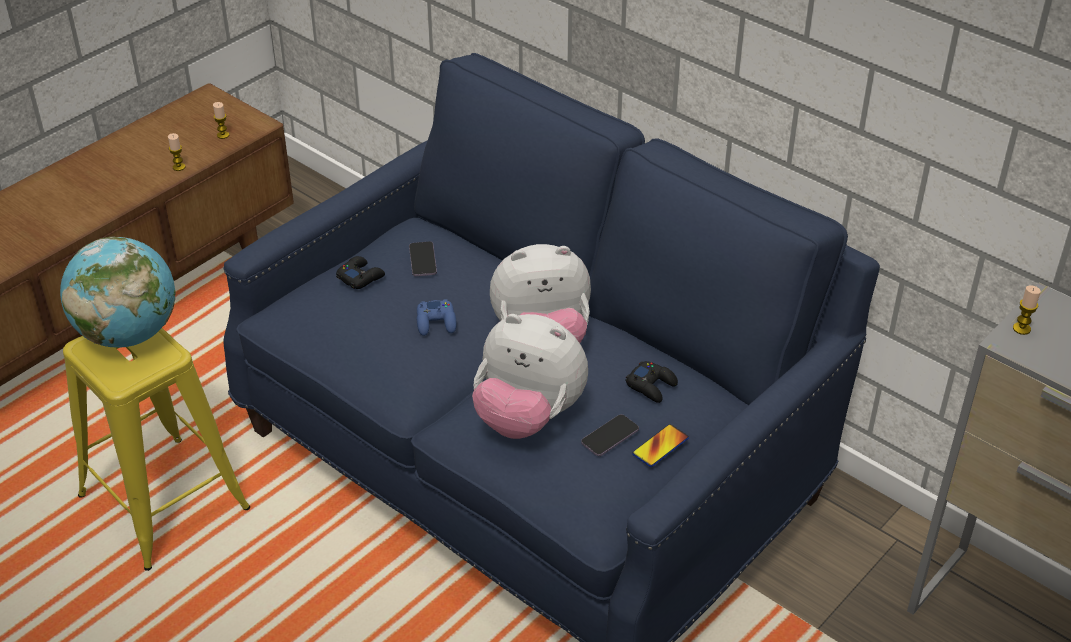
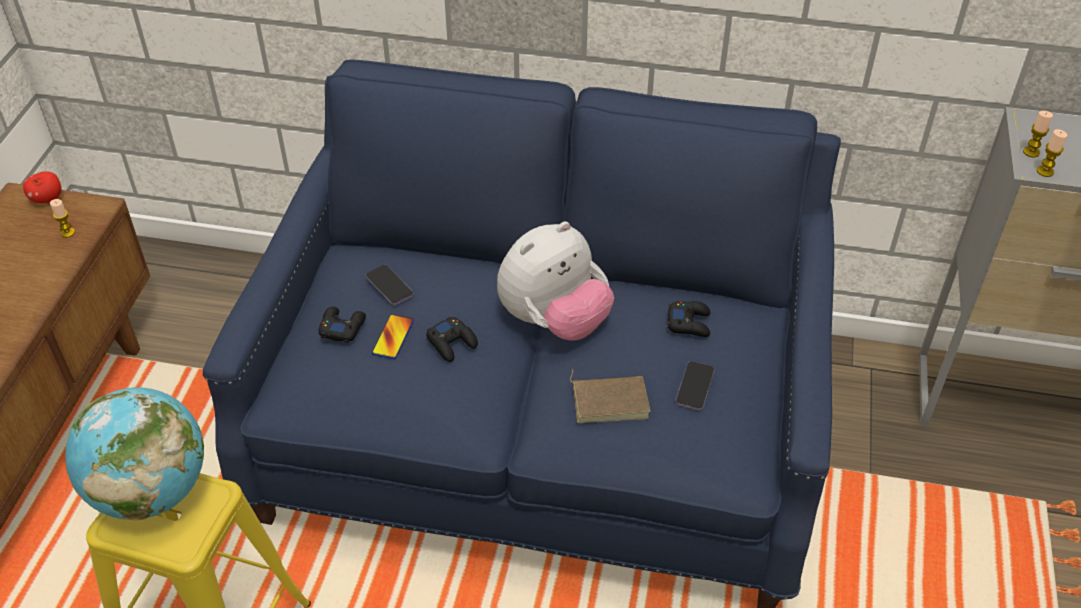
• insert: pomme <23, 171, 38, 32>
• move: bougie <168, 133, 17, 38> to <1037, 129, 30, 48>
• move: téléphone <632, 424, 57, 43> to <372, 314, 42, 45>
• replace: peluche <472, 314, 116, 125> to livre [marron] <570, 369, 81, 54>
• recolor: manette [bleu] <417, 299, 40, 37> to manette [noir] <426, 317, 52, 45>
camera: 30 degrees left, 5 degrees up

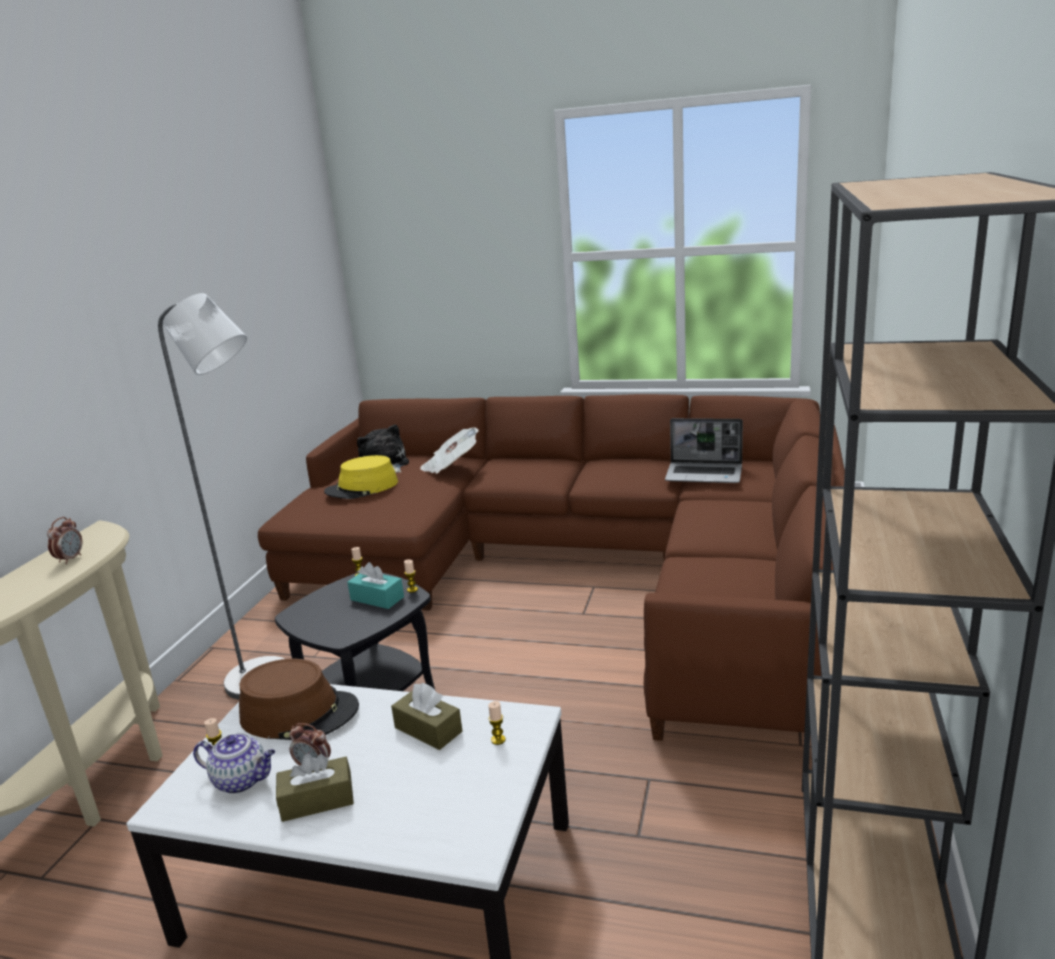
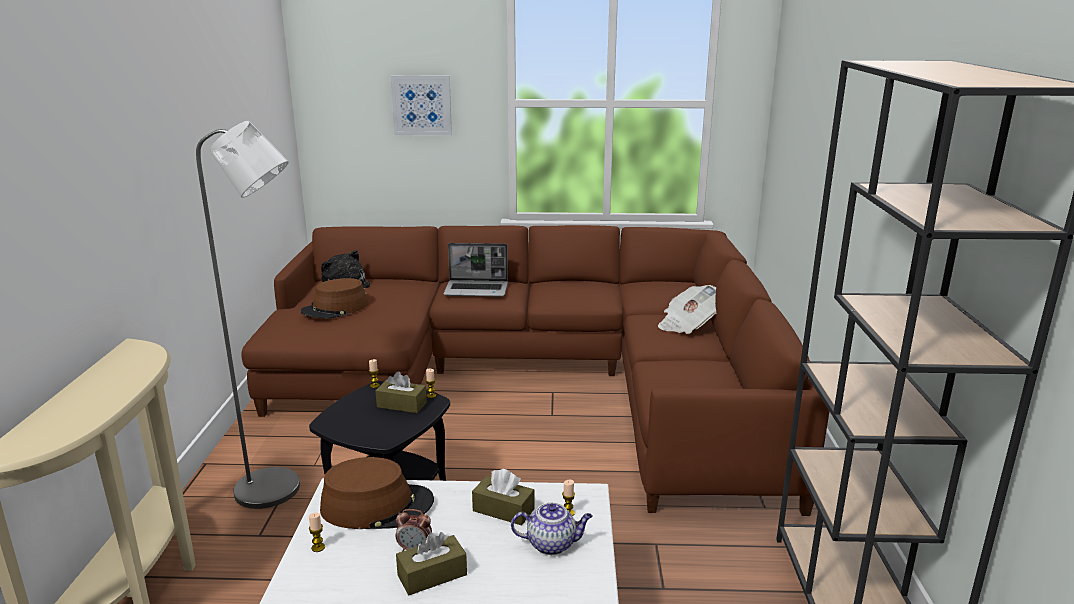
• delete: réveil <47, 517, 35, 47>
• insert: tableau <391, 75, 61, 60>
• move: théière <193, 733, 82, 61> to <511, 503, 82, 52>
• move: journal <420, 427, 59, 47> to <658, 285, 58, 49>
• move: ordinateur portable <665, 418, 78, 65> to <443, 243, 65, 54>
• recolor: chapeau [jaune] <324, 455, 74, 44> to chapeau [marron] <300, 278, 68, 41>
• recolor: boîte à mouchoirs [turquoise] <347, 562, 57, 47> to boîte à mouchoirs [marron] <375, 372, 52, 41>
camera: 15 degrees left, 0 degrees up

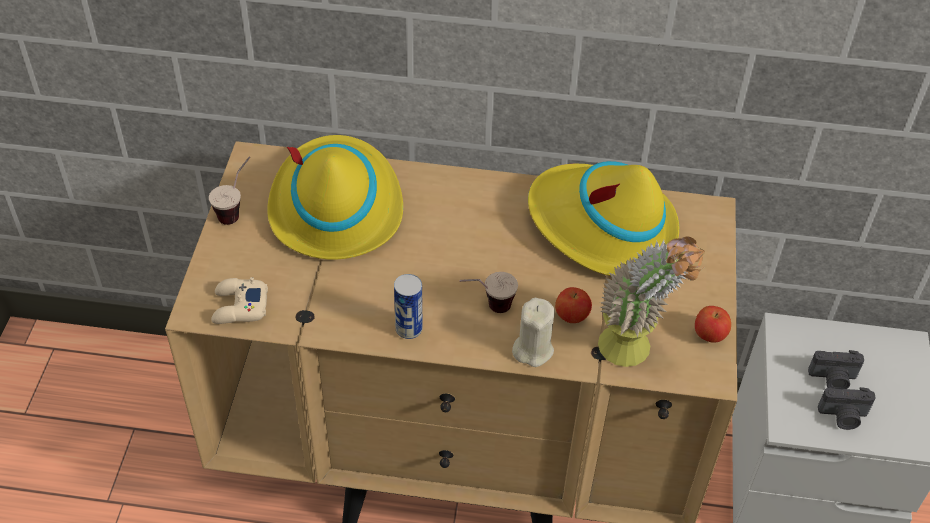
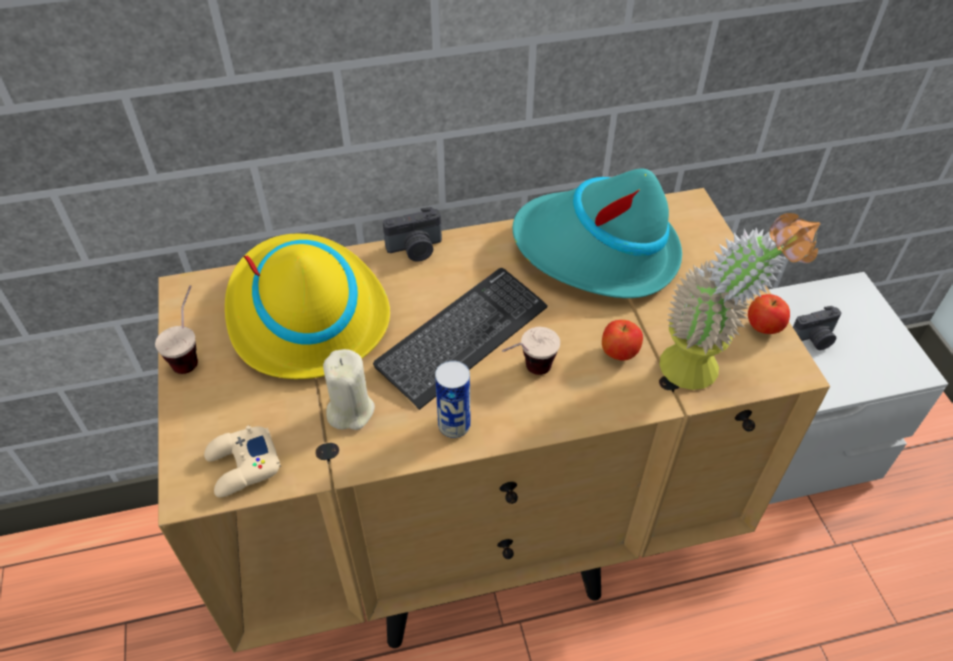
• insert: clavier <373, 268, 175, 142>
• move: bougie [beige] <512, 298, 43, 69> to <323, 349, 52, 81>
• move: appareil photo <818, 387, 58, 43> to <383, 207, 59, 55>
• recolor: chapeau [jaune] <528, 161, 151, 115> to chapeau [turquoise] <512, 169, 170, 129>
camera: 20 degrees left, 0 degrees up

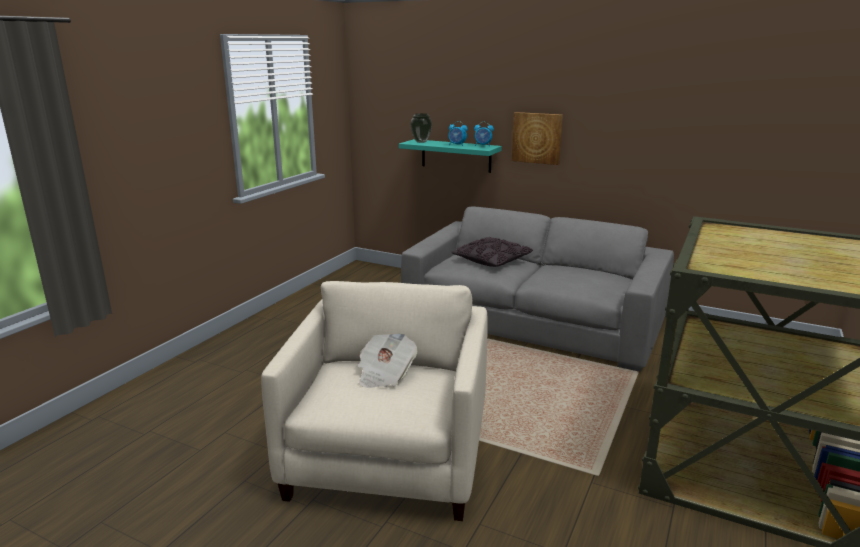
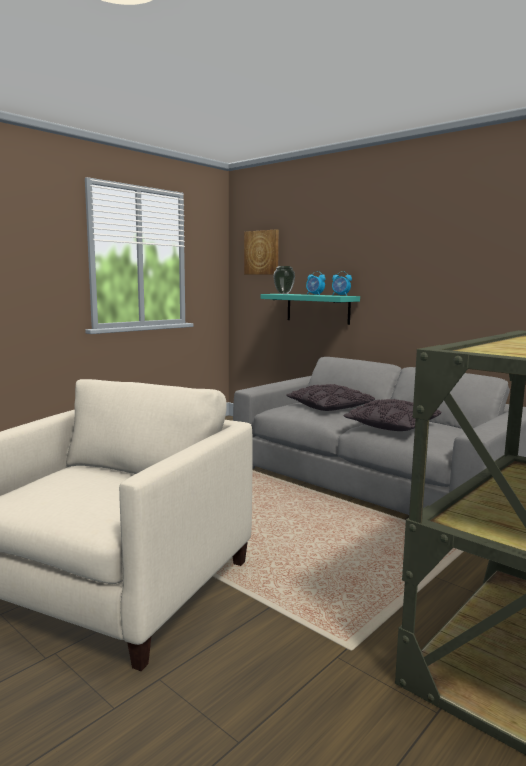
• delete: journal <358, 334, 59, 54>
• insert: coussin [noir] <343, 399, 99, 32>
• move: tableau <512, 112, 51, 53> to <244, 229, 35, 46>
camera: 15 degrees right, 10 degrees down

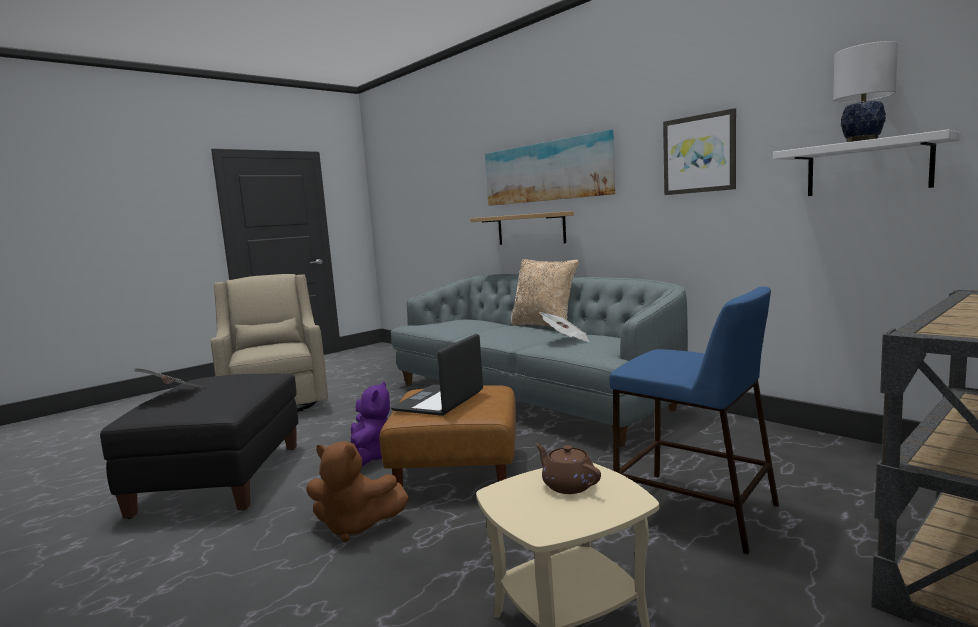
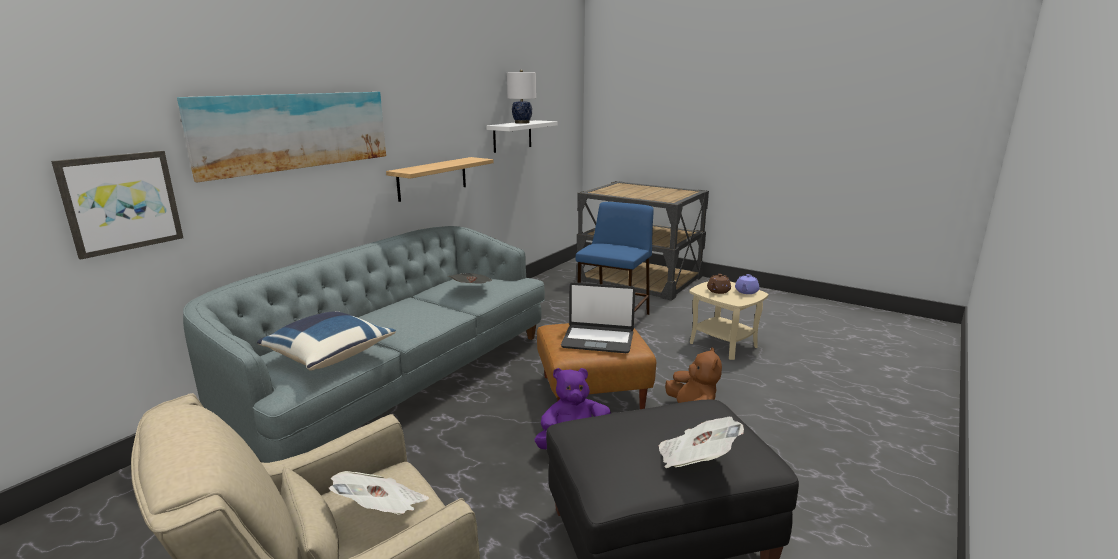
• delete: coussin [beige] <511, 259, 68, 68>
• insert: coussin [bleu] <257, 311, 139, 60>
• insert: journal <328, 471, 101, 44>
• insert: théière [violet] <735, 274, 24, 20>
• move: étagère <470, 211, 104, 34> to <386, 157, 108, 45>
• move: tableau <663, 108, 73, 87> to <51, 151, 132, 109>
camera: 105 degrees left, 10 degrees up

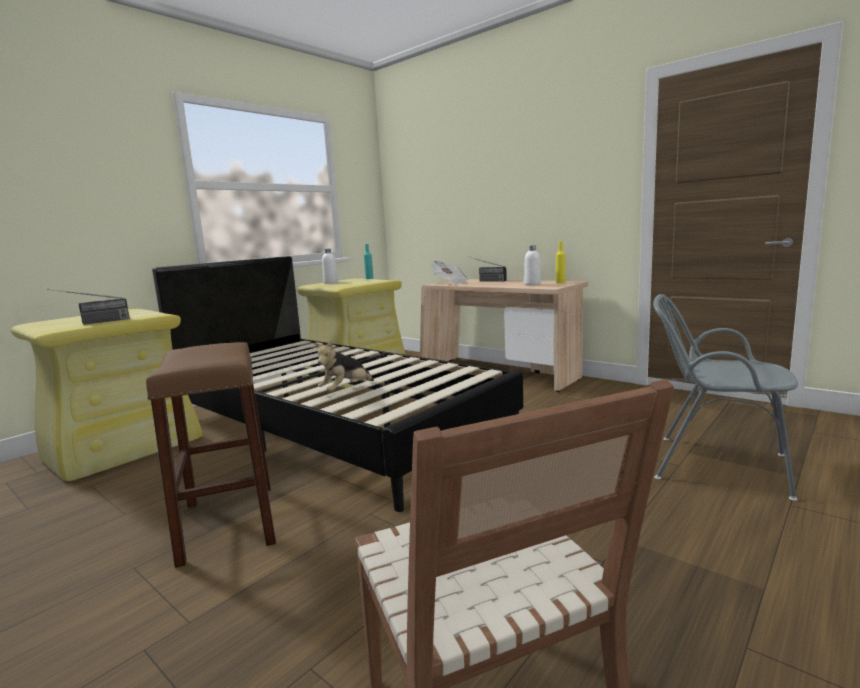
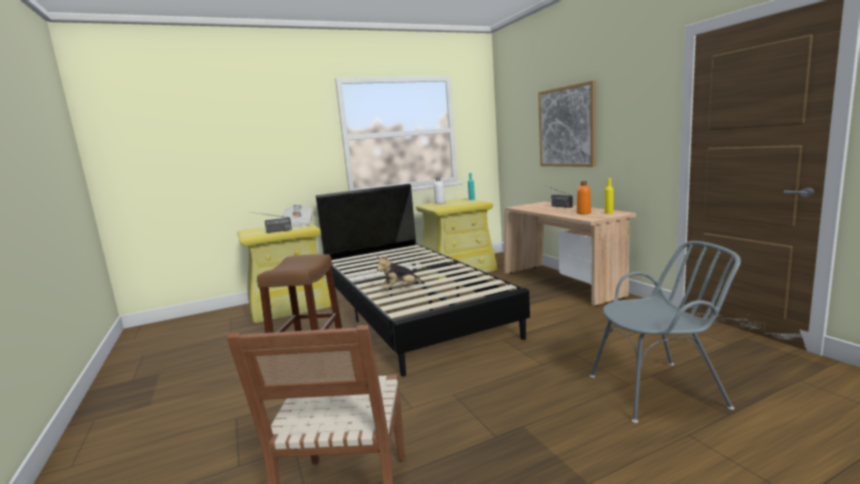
• insert: tableau <538, 80, 58, 87>
• move: journal <429, 261, 40, 23> to <282, 205, 32, 23>
• recolor: bouteille [blanc] <524, 245, 17, 40> to bouteille [orange] <577, 181, 14, 33>
• rotate: chaise [gris] <653, 294, 145, 207> = <590, 241, 151, 182> 120 degrees clockwise
camera: 25 degrees right, 0 degrees up

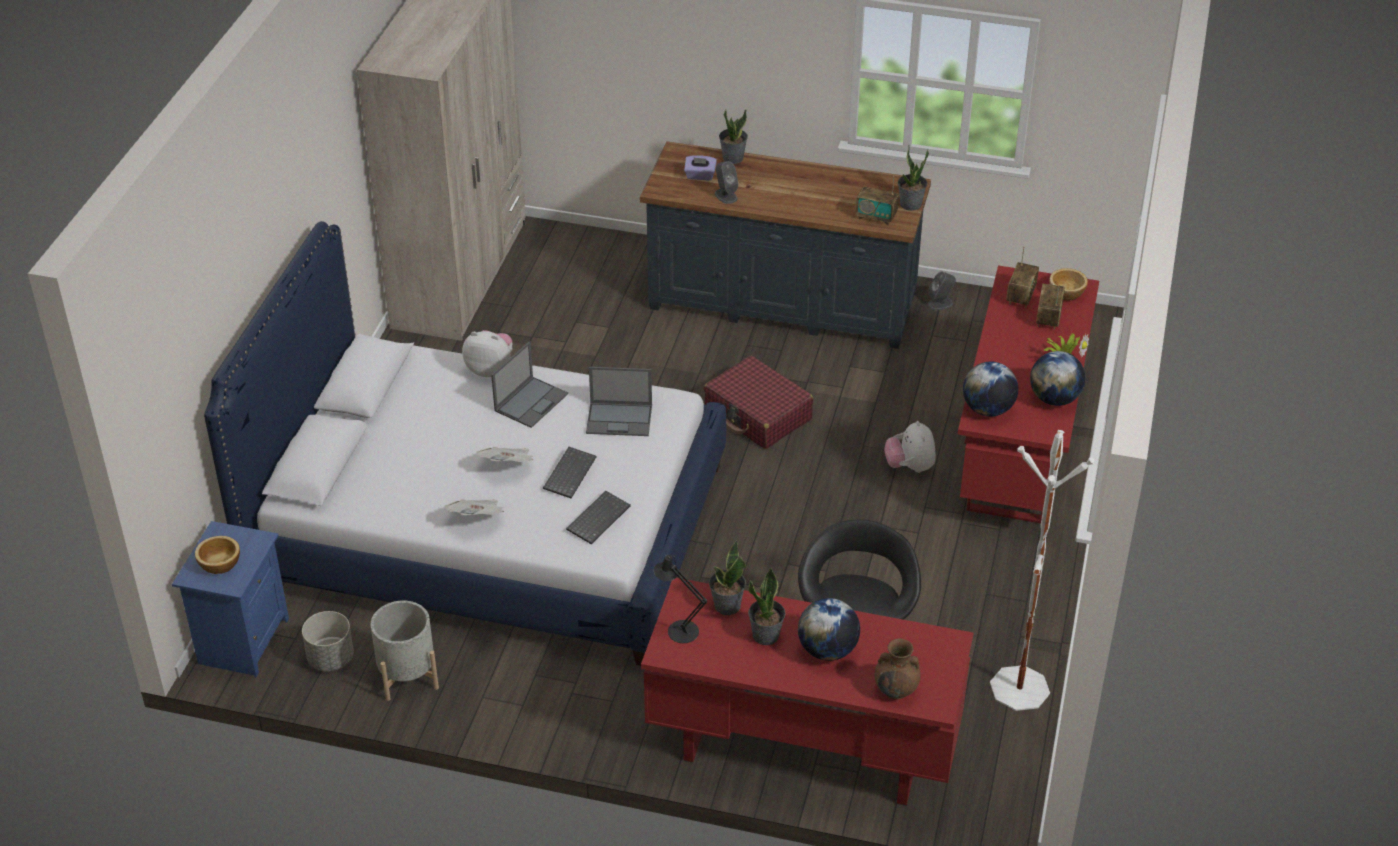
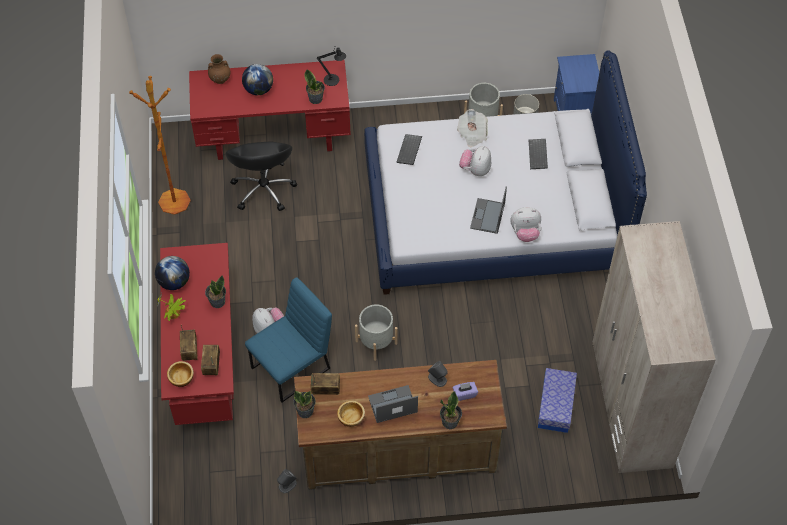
• delete: globe <963, 362, 55, 54>
• insert: chaise [bleu] <245, 277, 87, 126>
• insert: boîte de rangement <538, 368, 39, 65>
• move: bol <195, 536, 45, 38> to <337, 400, 28, 27>
• move: clavier <543, 447, 53, 51> to <529, 139, 19, 30>
• move: ordinateur portable <586, 367, 66, 69> to <368, 385, 50, 38>
• move: plante en pot <748, 567, 38, 78> to <205, 275, 21, 33>
• replace: journal <477, 447, 56, 15> to peluche <459, 146, 32, 30>
• replace: valise [rouge] <704, 356, 109, 93> to cache-pot [gris] <355, 304, 43, 57>
• recolor: portant [blanc] <990, 430, 105, 281> to portant [orange] <129, 76, 62, 139>
camera: 160 degrees right, 15 degrees up

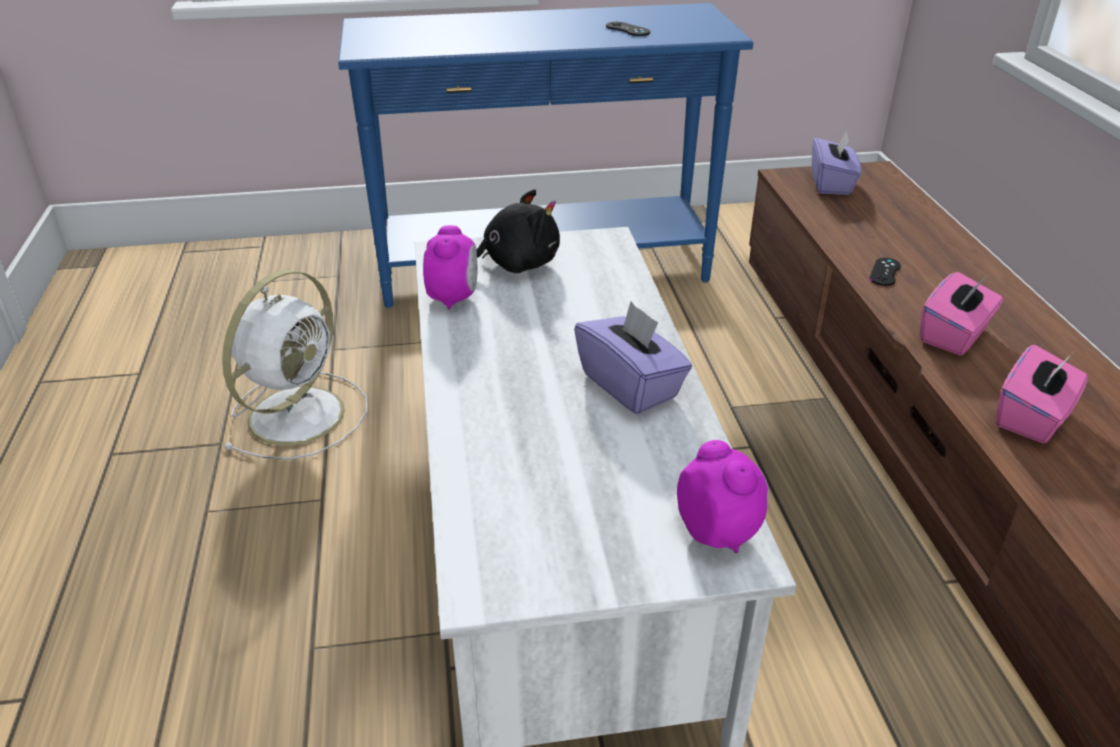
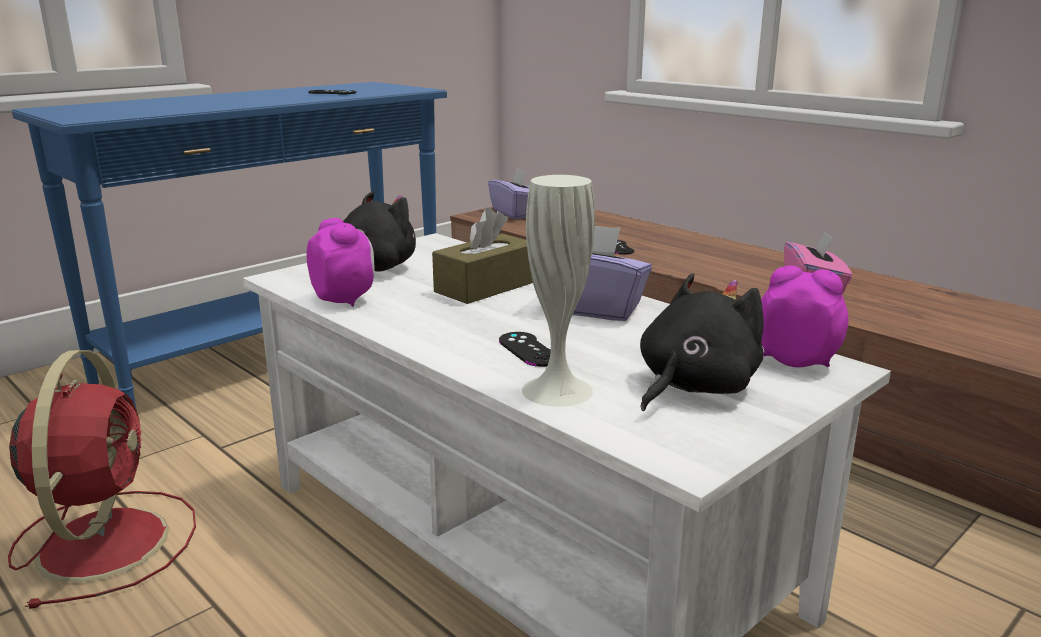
• delete: boîte à mouchoirs [rose] <921, 272, 82, 83>
• insert: boîte à mouchoirs [marron] <432, 207, 101, 97>
• insert: manette [noir] <499, 332, 52, 35>
• insert: vase [blanc] <522, 175, 73, 232>
• insert: peluche [noir] <640, 273, 124, 138>
• recolor: ventilateur [blanc] <222, 270, 145, 190> to ventilateur [rouge] <8, 350, 188, 259>
camera: 35 degrees left, 15 degrees down

